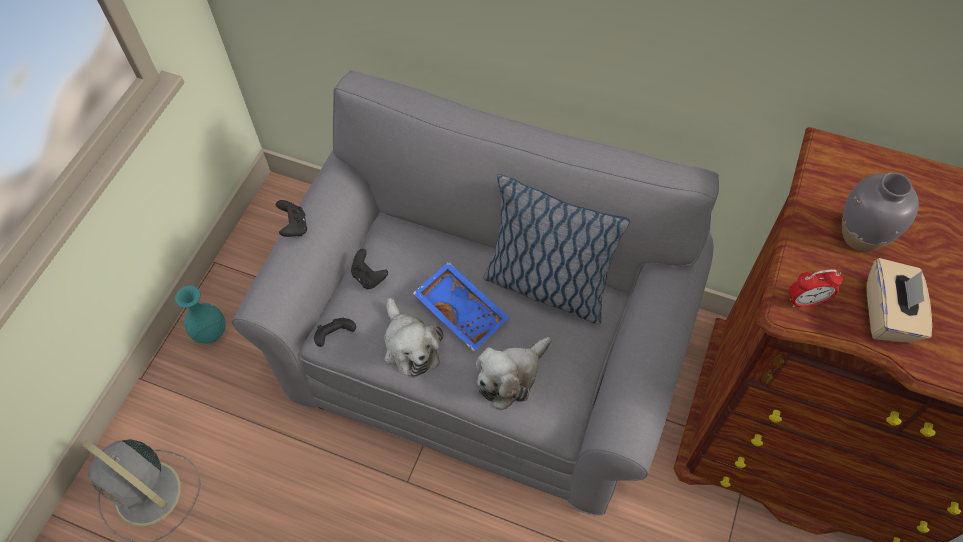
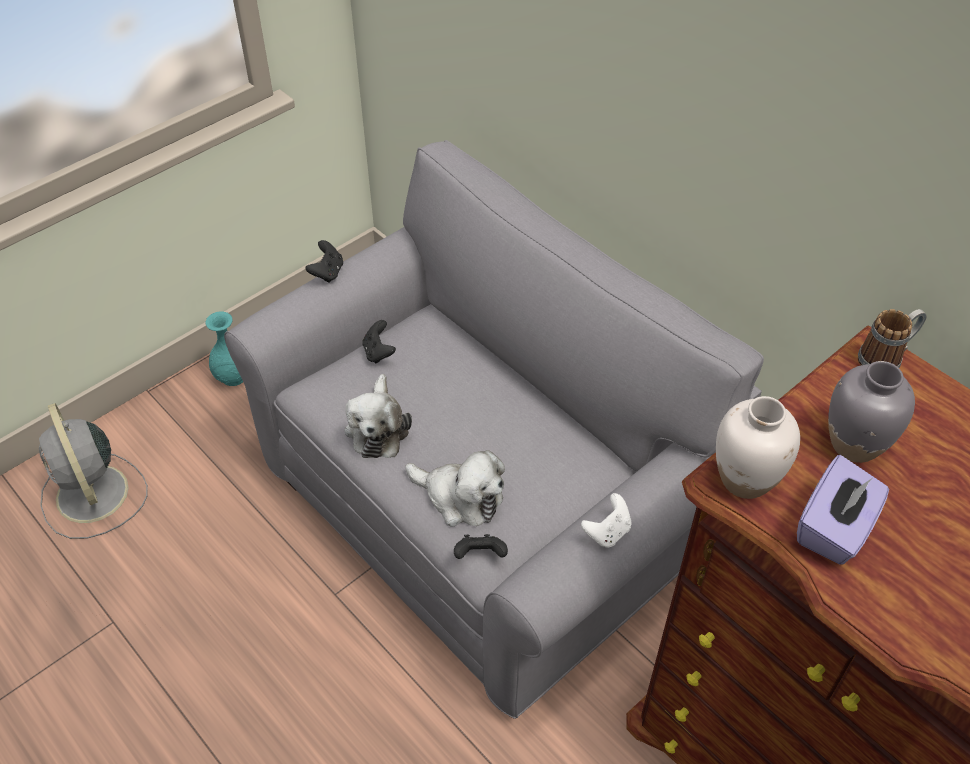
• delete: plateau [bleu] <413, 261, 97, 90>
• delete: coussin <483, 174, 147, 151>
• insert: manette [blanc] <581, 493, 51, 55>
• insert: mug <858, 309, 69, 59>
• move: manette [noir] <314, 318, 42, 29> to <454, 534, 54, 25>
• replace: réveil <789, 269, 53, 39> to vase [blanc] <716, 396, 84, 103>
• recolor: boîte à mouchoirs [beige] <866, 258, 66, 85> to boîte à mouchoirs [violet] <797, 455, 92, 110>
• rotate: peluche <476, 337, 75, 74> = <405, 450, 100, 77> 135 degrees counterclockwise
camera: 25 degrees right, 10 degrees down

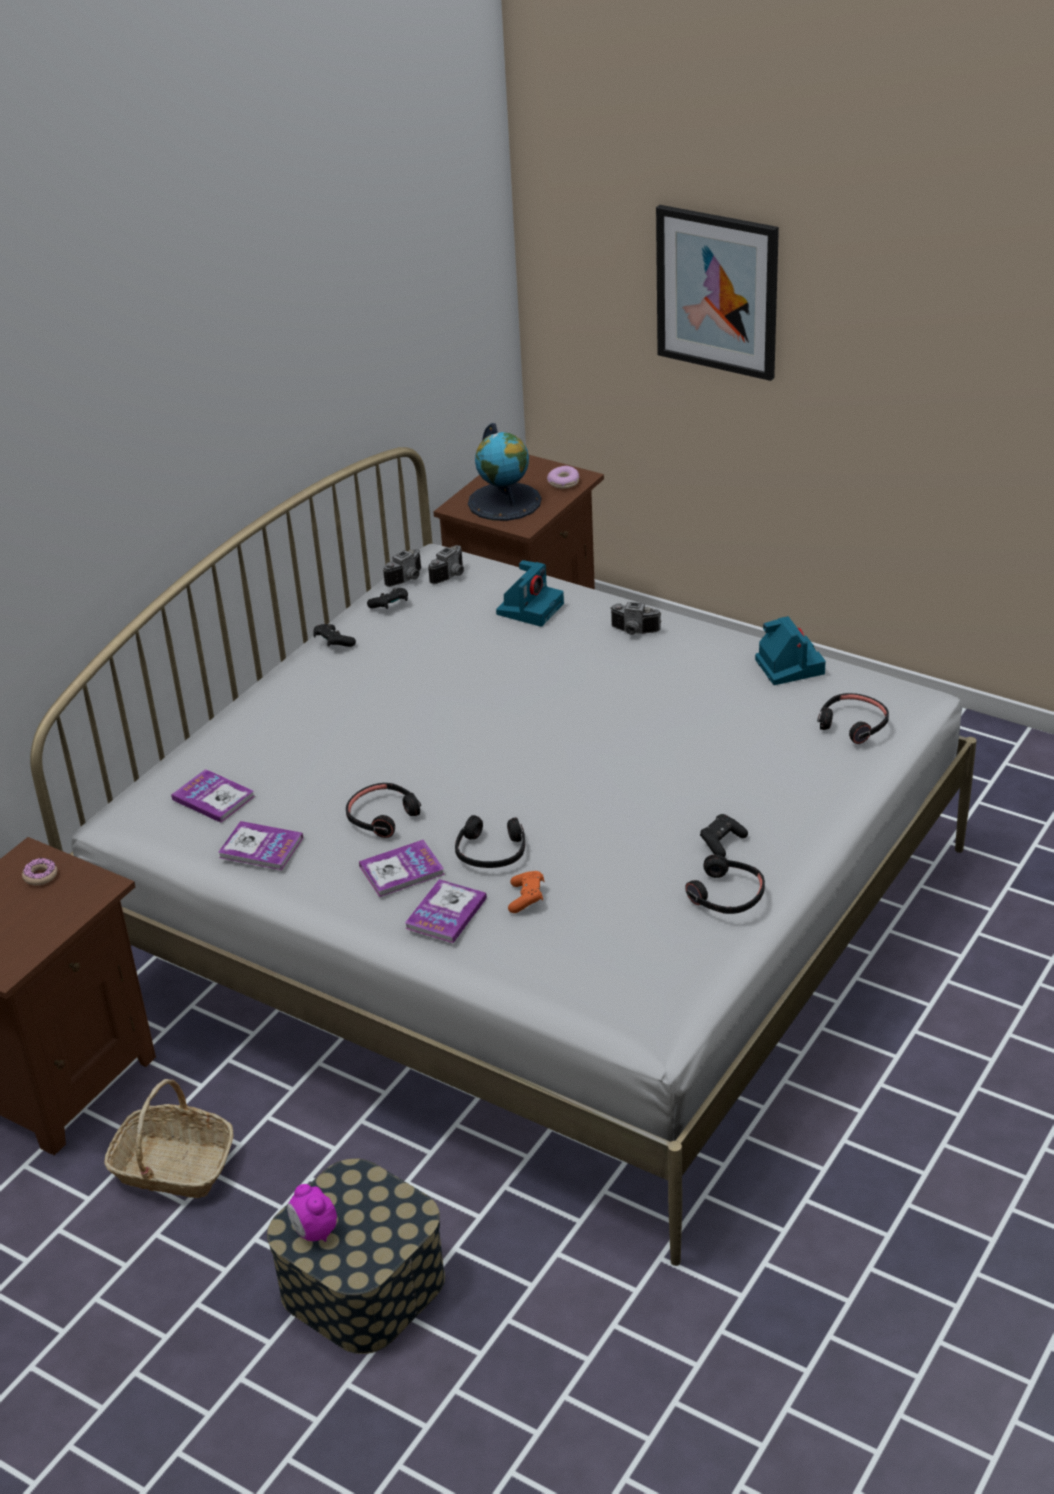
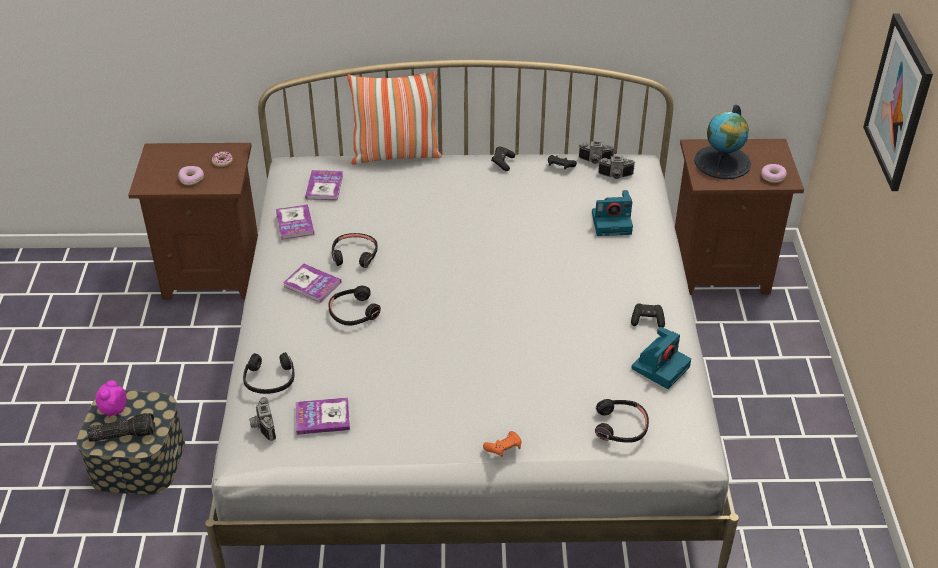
• delete: panier <104, 1079, 130, 119>
• insert: lampe de poche <87, 413, 69, 29>
• insert: beignet <178, 166, 26, 19>
• insert: coussin <347, 71, 95, 94>
• move: livre <405, 879, 82, 64> to <296, 397, 54, 38>
• move: manette [orange] <508, 871, 37, 42> to <483, 431, 38, 26>
• move: appareil photo <610, 602, 51, 33> to <249, 397, 27, 44>
• move: casque audio [noir] <685, 854, 80, 60> to <243, 352, 51, 42>
• move: manette [noir] <700, 814, 48, 43> to <631, 303, 34, 25>
camera: 55 degrees right, 5 degrees up

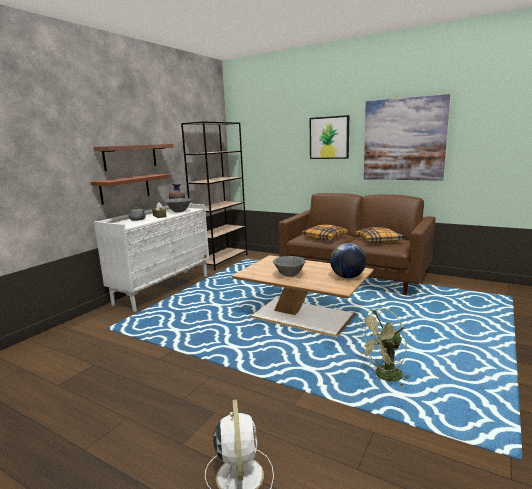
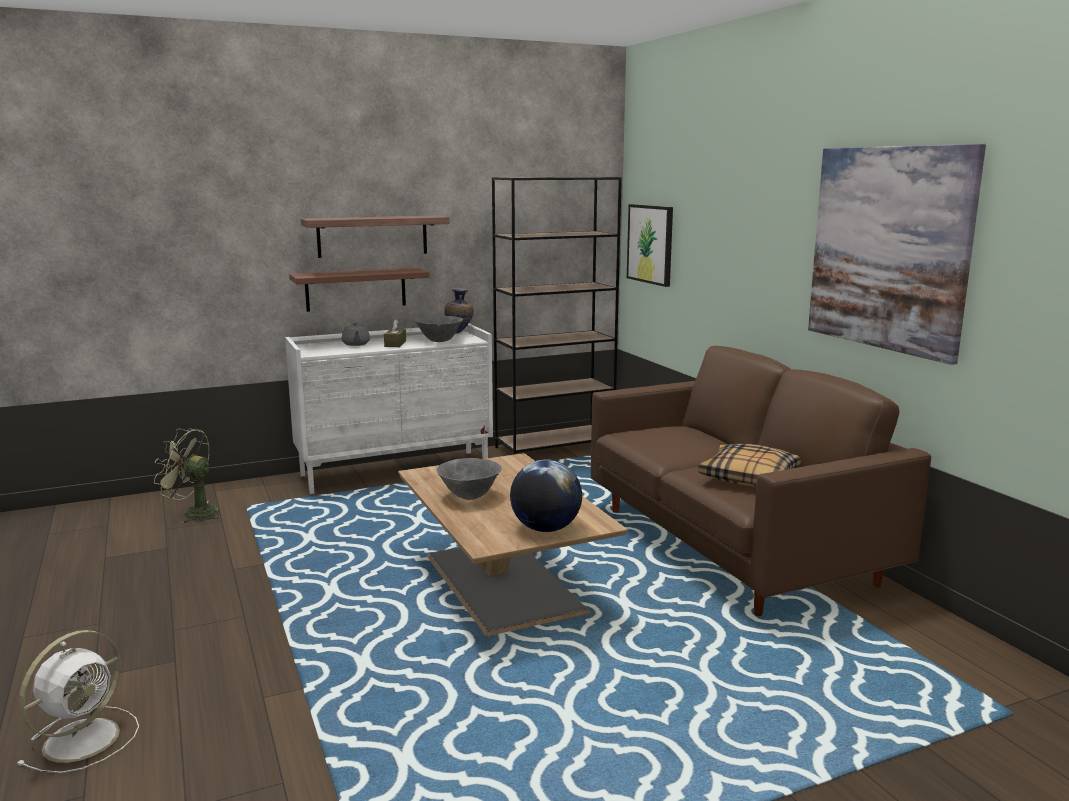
• delete: coussin <302, 225, 46, 15>
• move: tableau <310, 115, 39, 44> to <627, 204, 46, 83>
• move: ventilateur [vert] <356, 308, 54, 78> to <154, 429, 67, 94>
camera: 35 degrees right, 0 degrees up

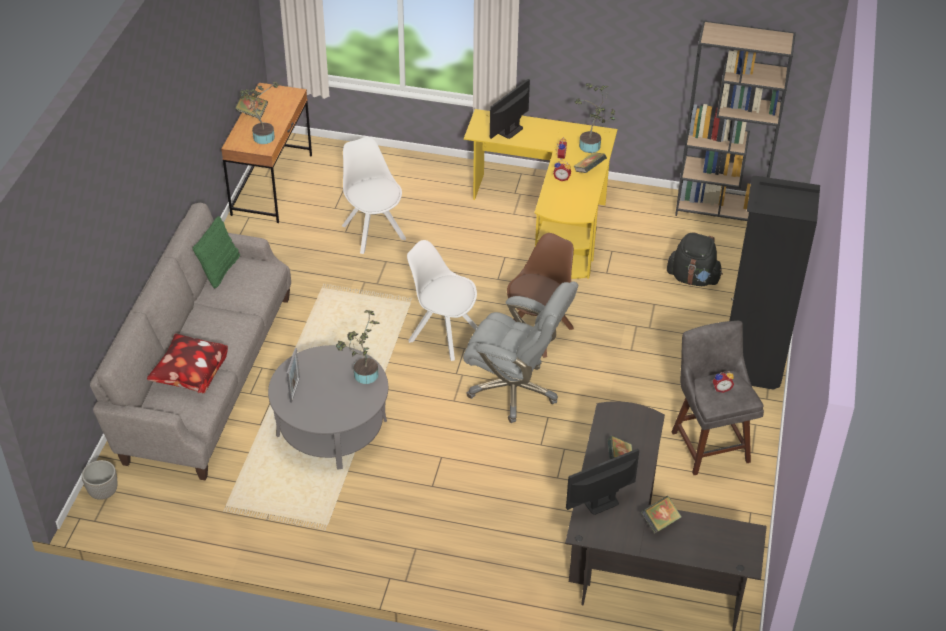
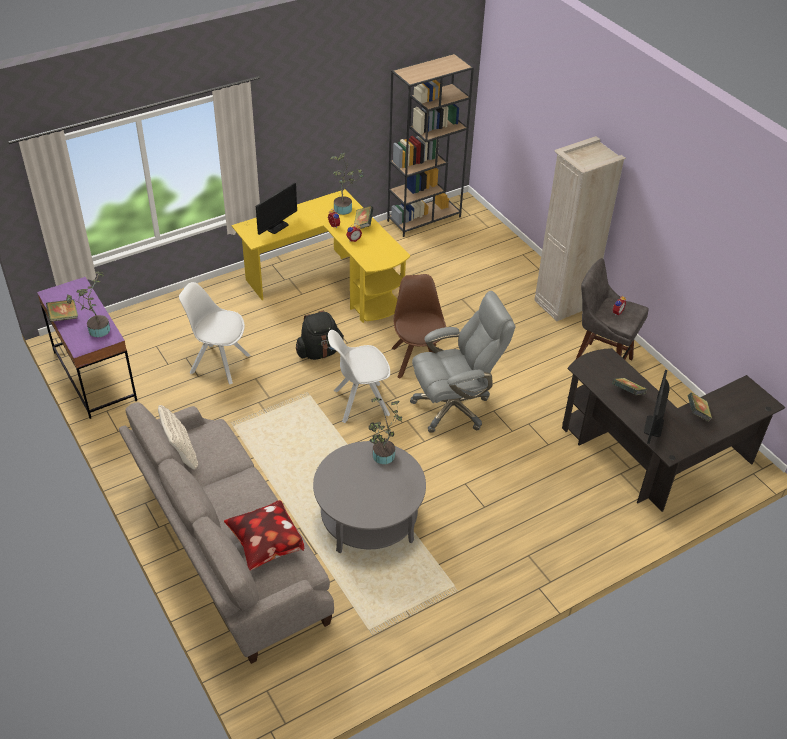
• delete: cache-pot <82, 460, 35, 40>
• delete: cadre photo <287, 348, 13, 55>
• move: sac à dos [noir] <667, 232, 56, 54> to <296, 311, 48, 49>
• recolor: coussin [vert] <192, 216, 48, 72> to coussin [beige] <158, 405, 40, 64>
• recolor: bureau [marron] <221, 83, 91, 140> to bureau [violet] <37, 277, 100, 142>
• recolor: meuble de rangement [noir] <729, 176, 91, 214> to meuble de rangement [beige] <534, 136, 92, 185>
• rotate: écran d'ordinateur <490, 79, 40, 60> = <256, 182, 41, 53> 135 degrees counterclockwise
camera: 45 degrees left, 0 degrees up

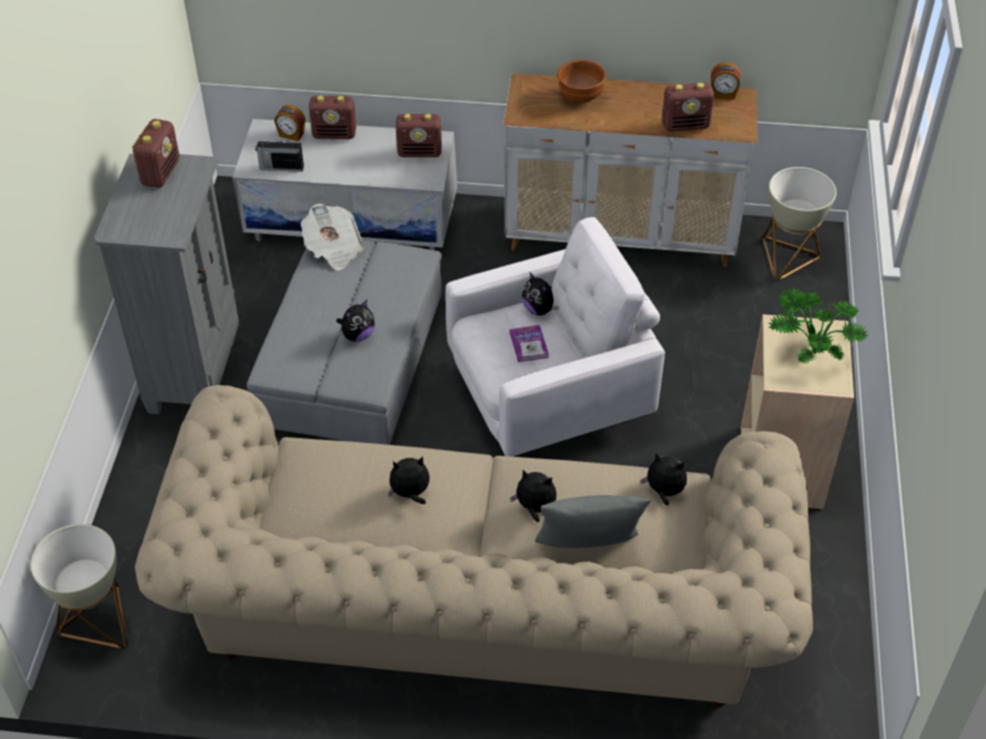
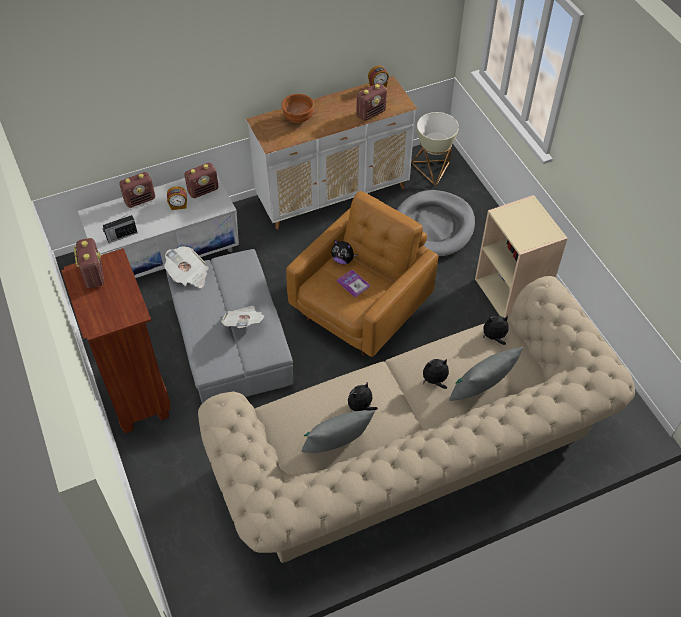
• delete: cache-pot <30, 524, 97, 125>
• delete: plante en pot <768, 287, 100, 76>
• insert: coussin [gris] <301, 410, 74, 43>
• insert: panier pour chien [gris] <397, 190, 78, 67>
• move: réveil <274, 105, 31, 36> to <167, 186, 20, 24>
• replace: peluche <336, 300, 39, 42> to journal <221, 306, 44, 22>
• recolor: meuble de rangement [gris] <94, 154, 145, 260> to meuble de rangement [marron] <61, 248, 110, 185>
• recolor: fauteuil [blanc] <446, 217, 219, 240> to fauteuil [marron] <286, 191, 152, 166>
camera: 30 degrees left, 5 degrees up

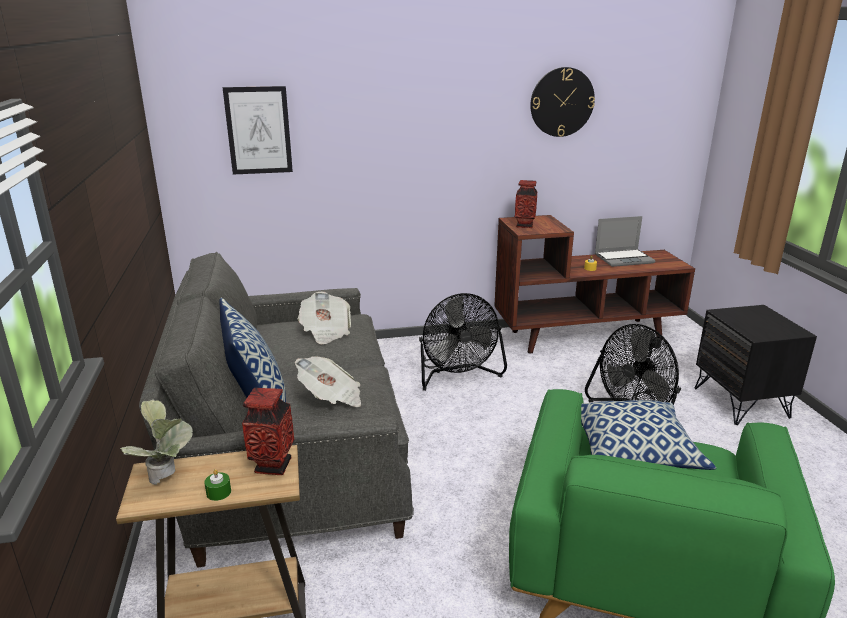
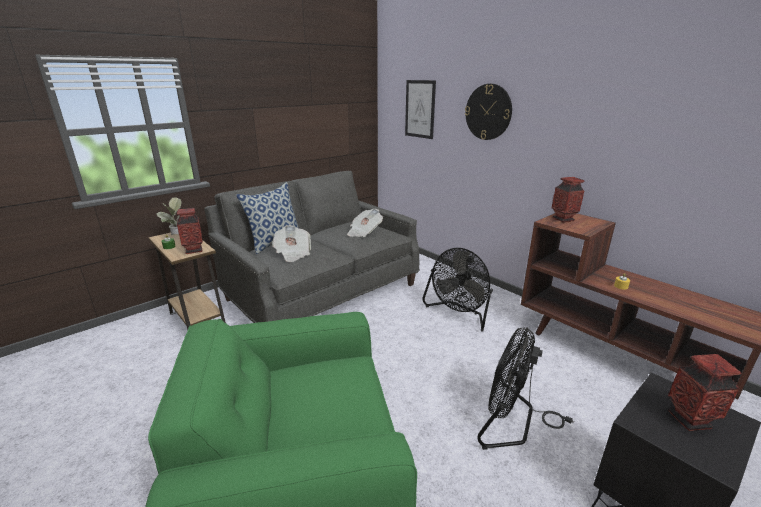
• delete: coussin <581, 400, 135, 70>
• delete: ordinateur portable <595, 216, 61, 51>
• insert: vase <668, 354, 74, 77>
• move: horloge murale <530, 67, 65, 70> to <465, 84, 47, 56>
camera: 60 degrees right, 0 degrees up

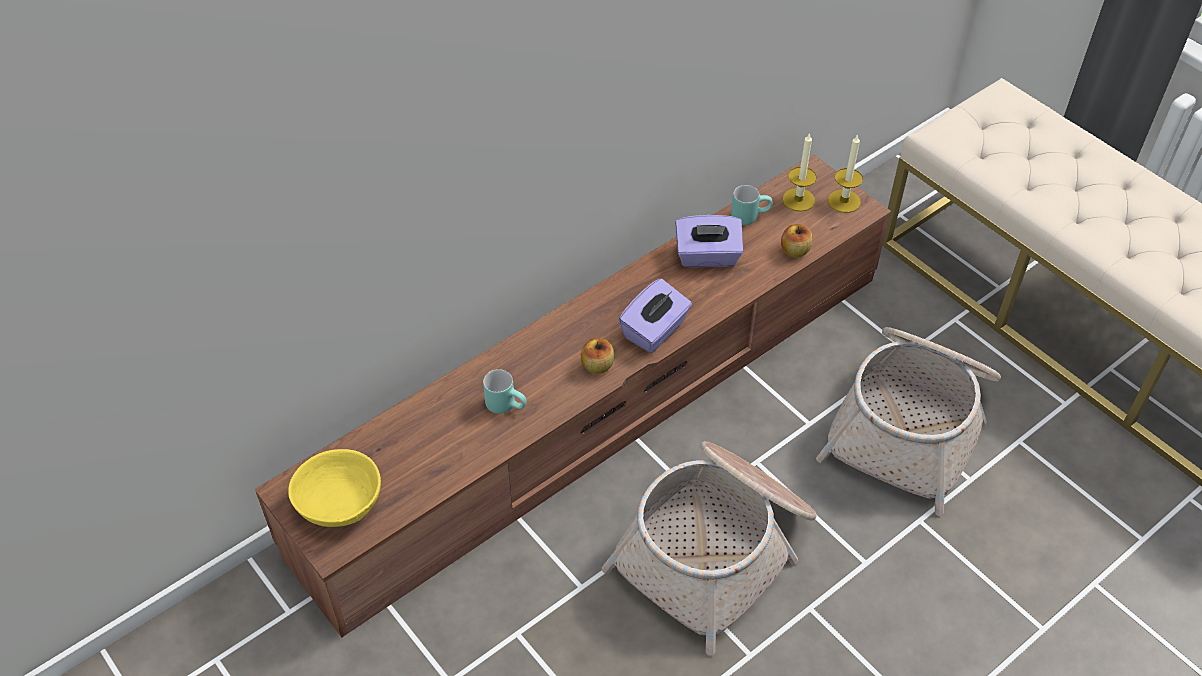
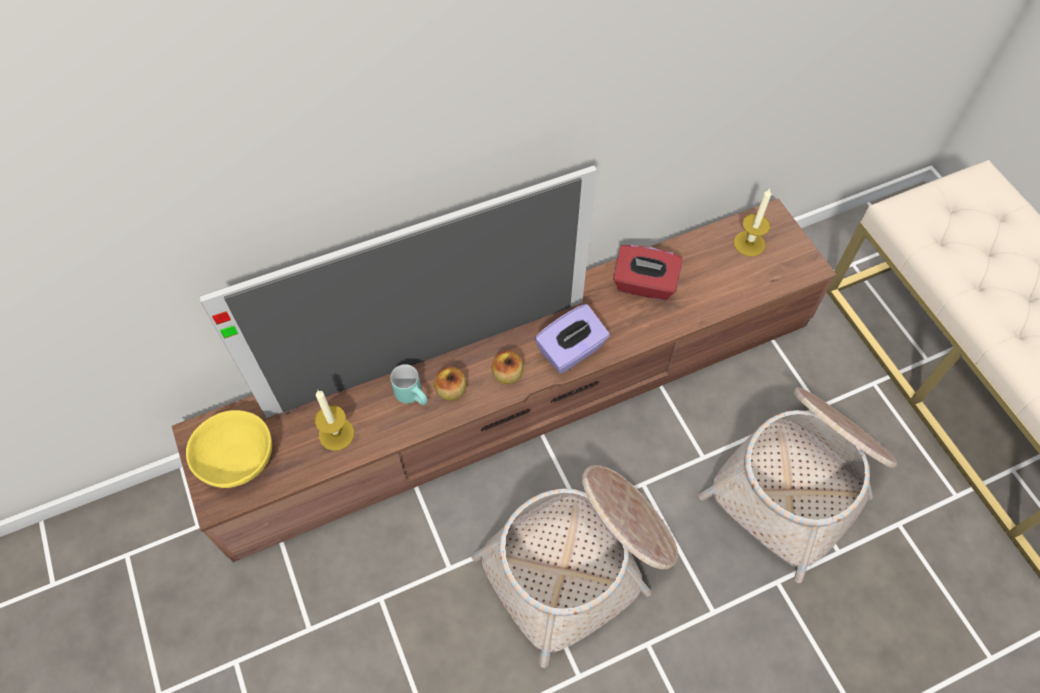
• delete: mug [turquoise] <731, 185, 42, 40>
• insert: téléviseur <199, 165, 398, 253>
• move: pomme <781, 224, 32, 34> to <434, 367, 32, 33>
• move: bougie <828, 134, 35, 79> to <315, 390, 39, 61>
• recolor: boîte à mouchoirs [violet] <675, 215, 69, 53> to boîte à mouchoirs [rouge] <613, 245, 70, 55>
camera: 15 degrees right, 10 degrees up

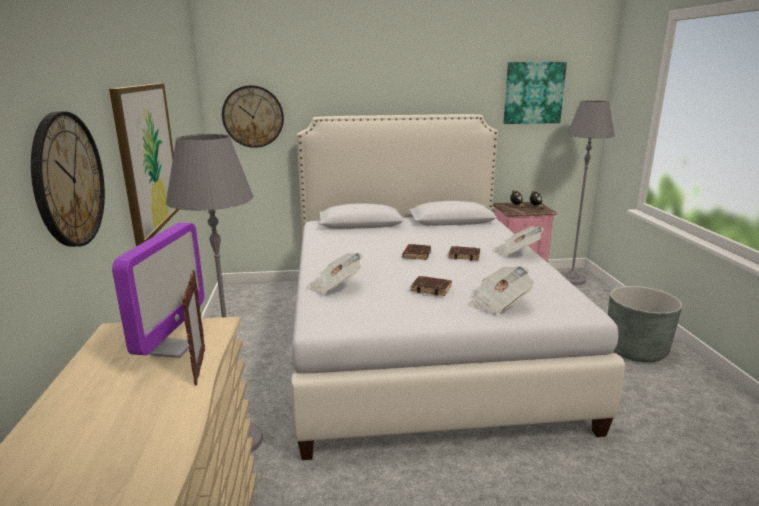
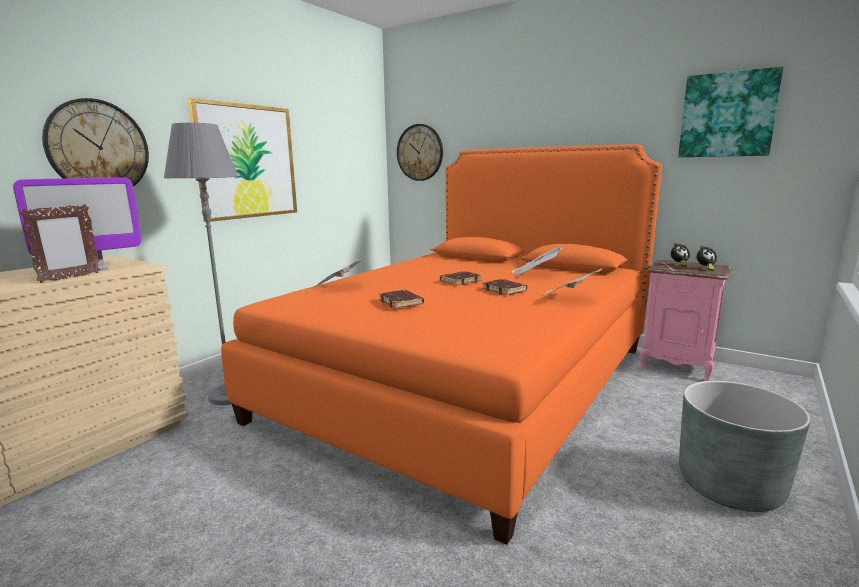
• delete: lampadaire [gris] <561, 100, 54, 185>
• move: journal <469, 266, 64, 47> to <512, 247, 51, 28>
• recolor: lit [blanc] <291, 114, 334, 346> to lit [orange] <221, 144, 441, 401>
camera: 40 degrees right, 5 degrees down

